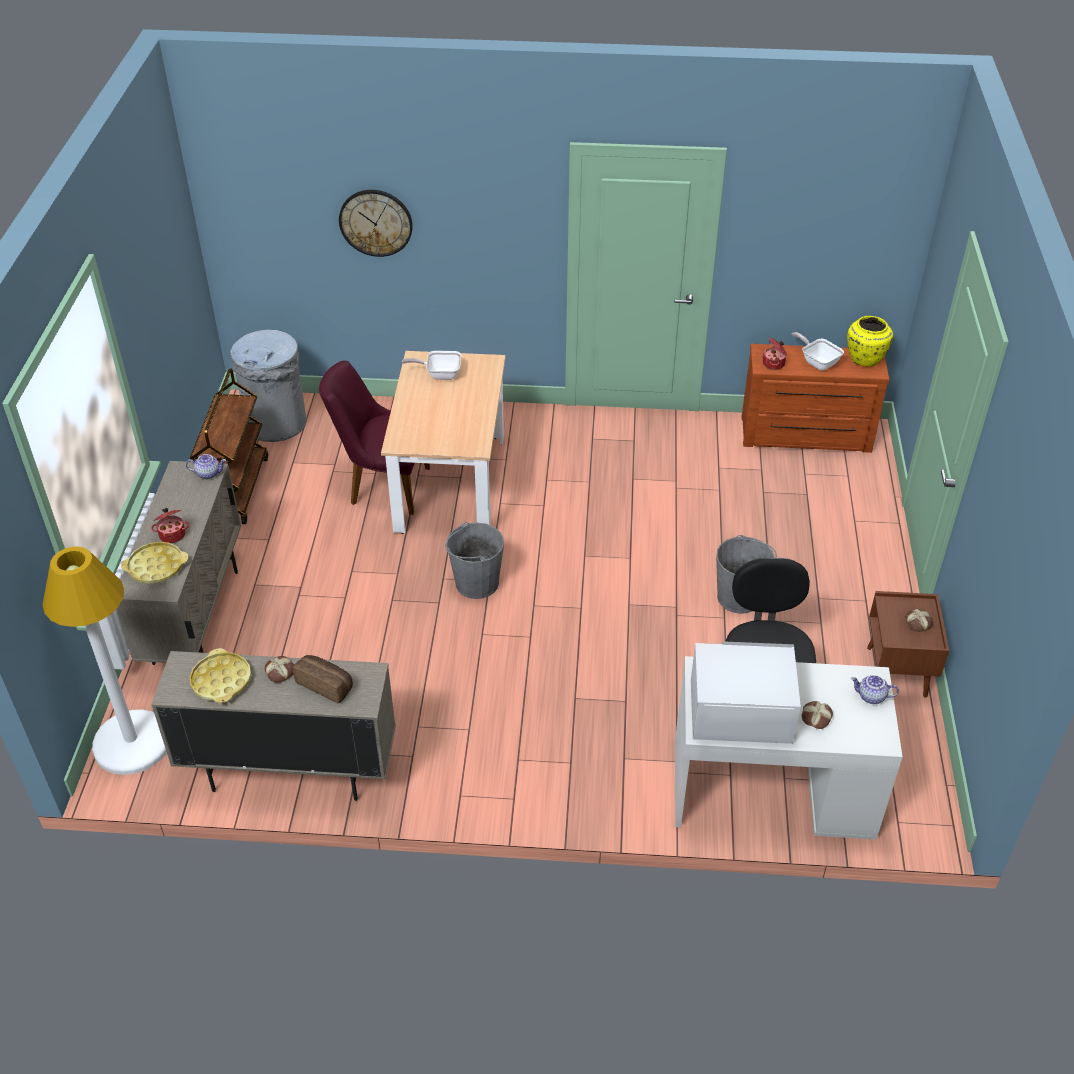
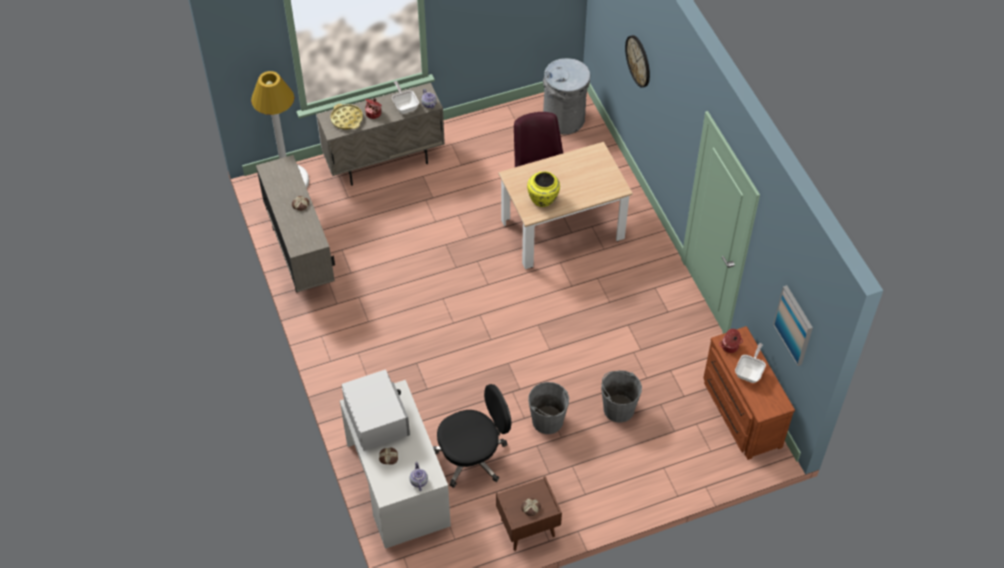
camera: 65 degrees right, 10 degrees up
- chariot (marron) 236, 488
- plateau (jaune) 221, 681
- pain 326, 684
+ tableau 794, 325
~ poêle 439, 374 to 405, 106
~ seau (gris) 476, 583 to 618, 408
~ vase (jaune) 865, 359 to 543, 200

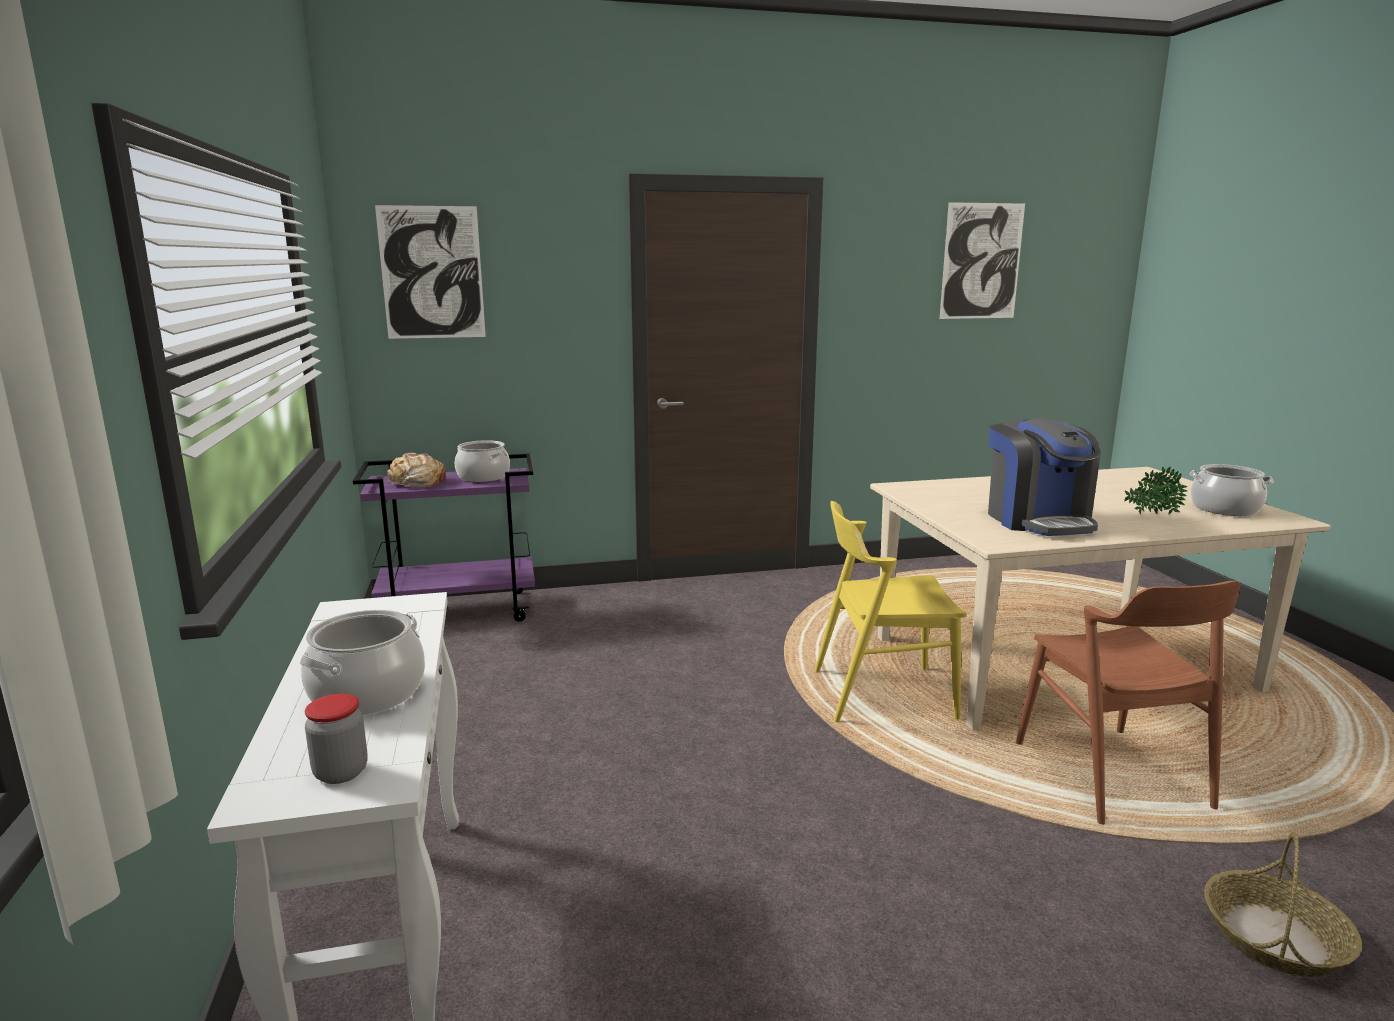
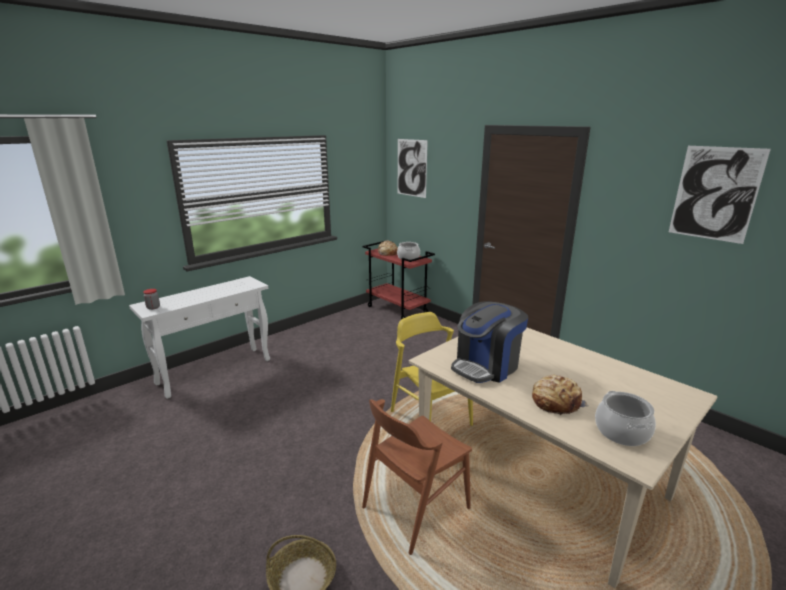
camera: 60 degrees right, 5 degrees up
- marmite 367, 693
~ plante en pot 1151, 515 to pain 555, 401
~ chariot (violet) 460, 611 to chariot (rouge) 398, 309

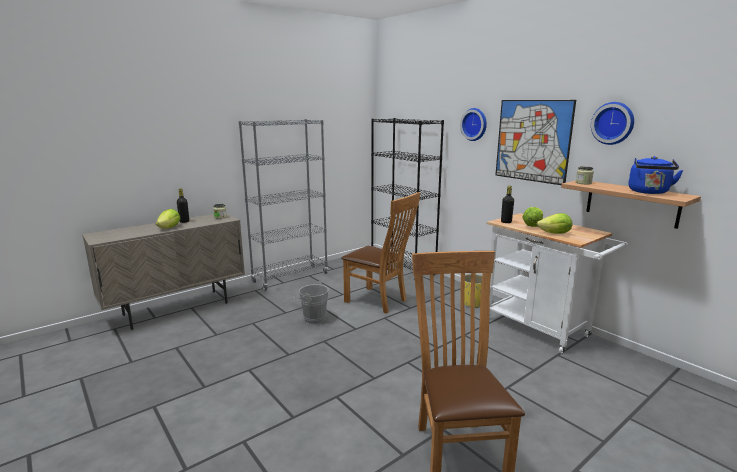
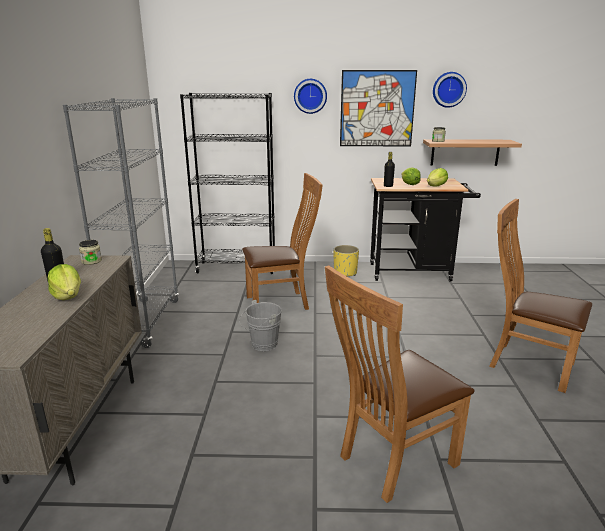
camera: 50 degrees left, 5 degrees up
- bouilloire (bleu) 649, 192
+ chaise (marron) 391, 461
~ chariot (blanc) 541, 329 to chariot (noir) 415, 272

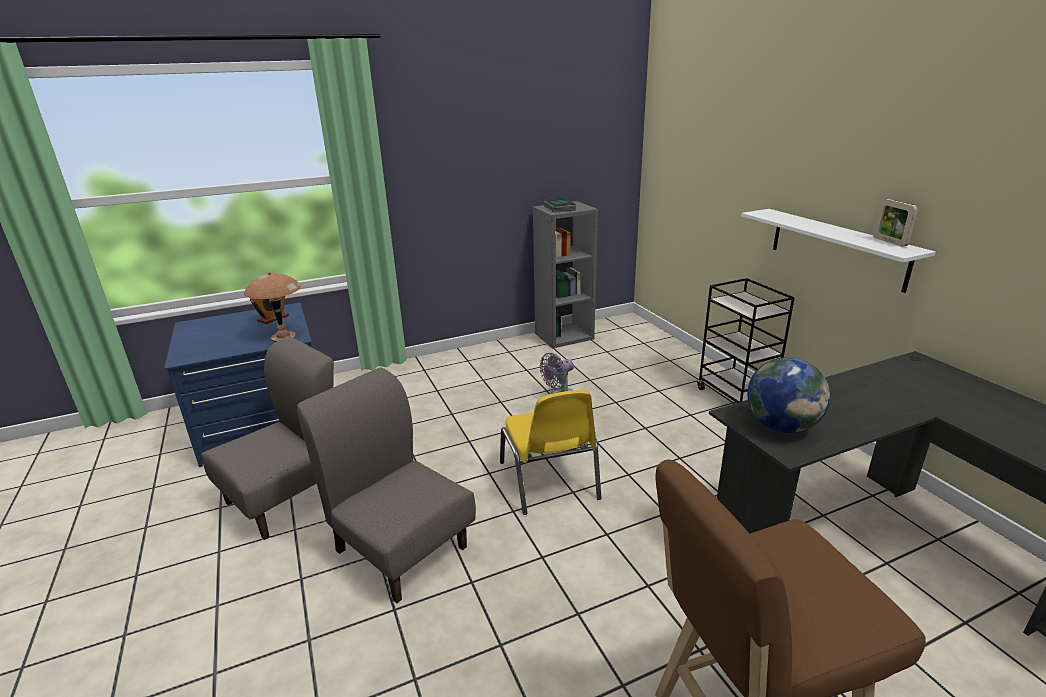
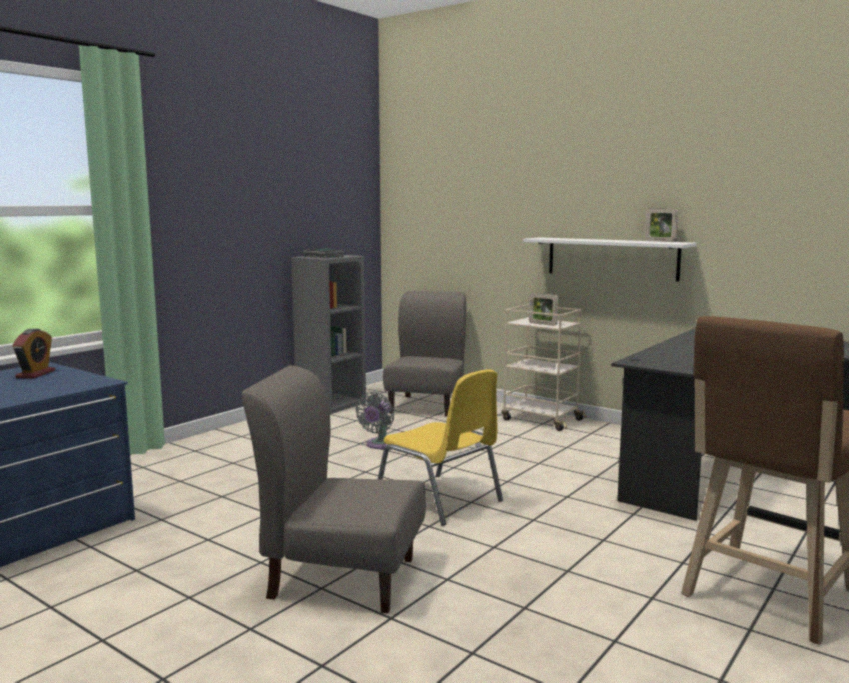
camera: 30 degrees left, 15 degrees down
- lampe de table (marron) 282, 337
- globe 781, 426
+ cadre photo 542, 324
~ chaise (gris) 288, 497 to 427, 405
~ chariot (noir) 735, 397 to chariot (beige) 541, 420

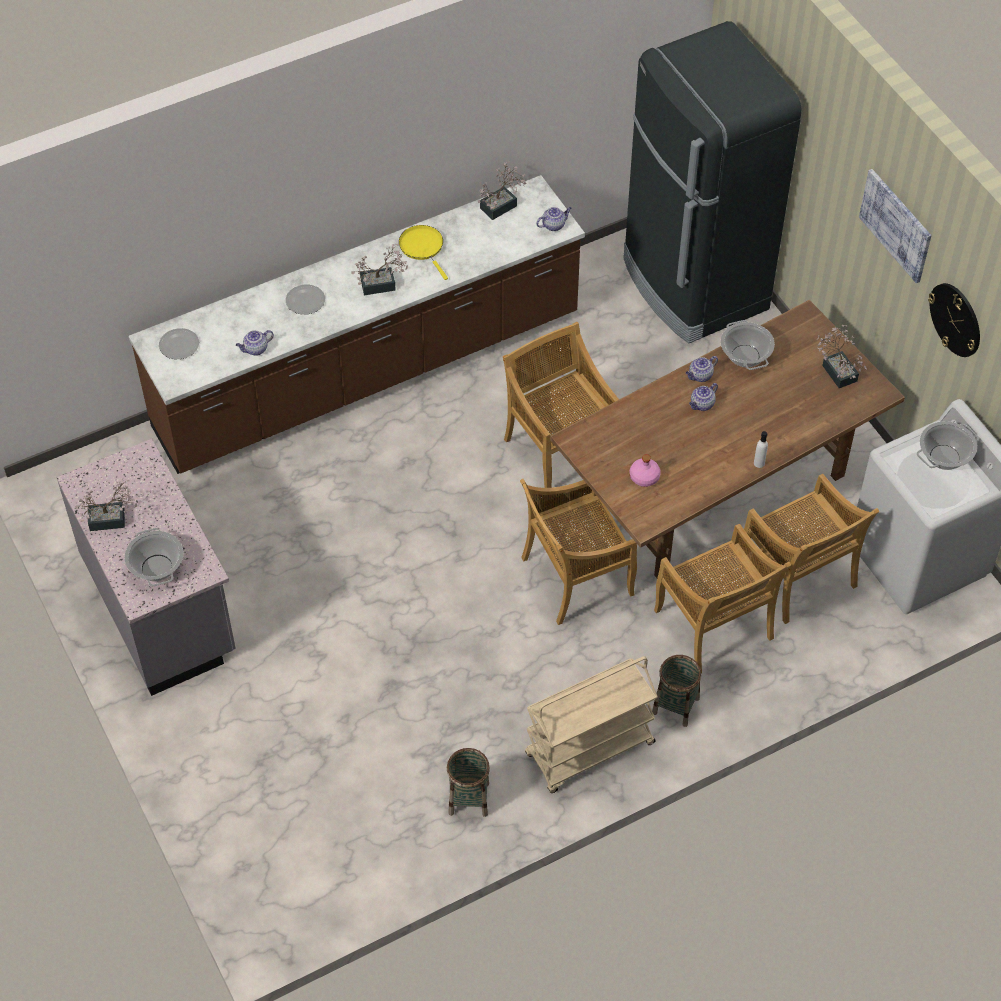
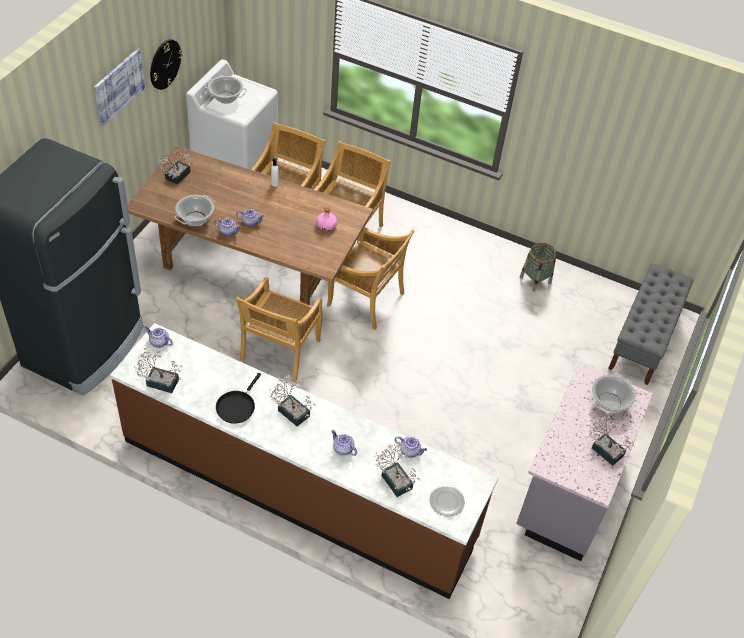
camera: 130 degrees left, 5 degrees down
- chariot (beige) 589, 750
- panier 675, 705
+ plante en pot 395, 479
+ banc (gris) 643, 339
~ assiette 305, 300 to théière 343, 449
~ poêle (jaune) 423, 247 to poêle (noir) 237, 406

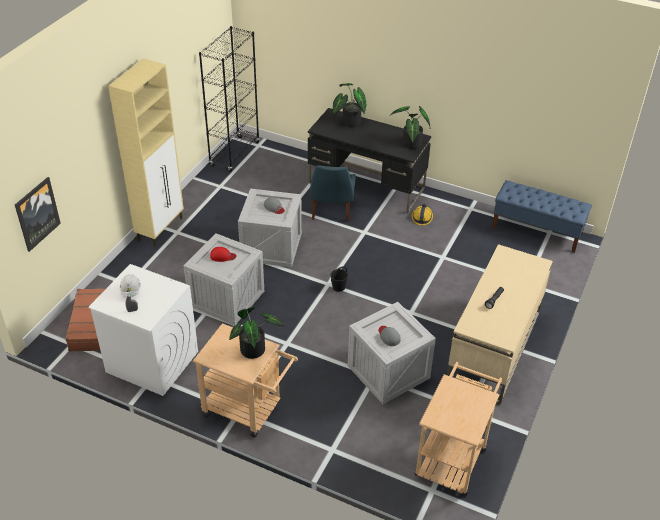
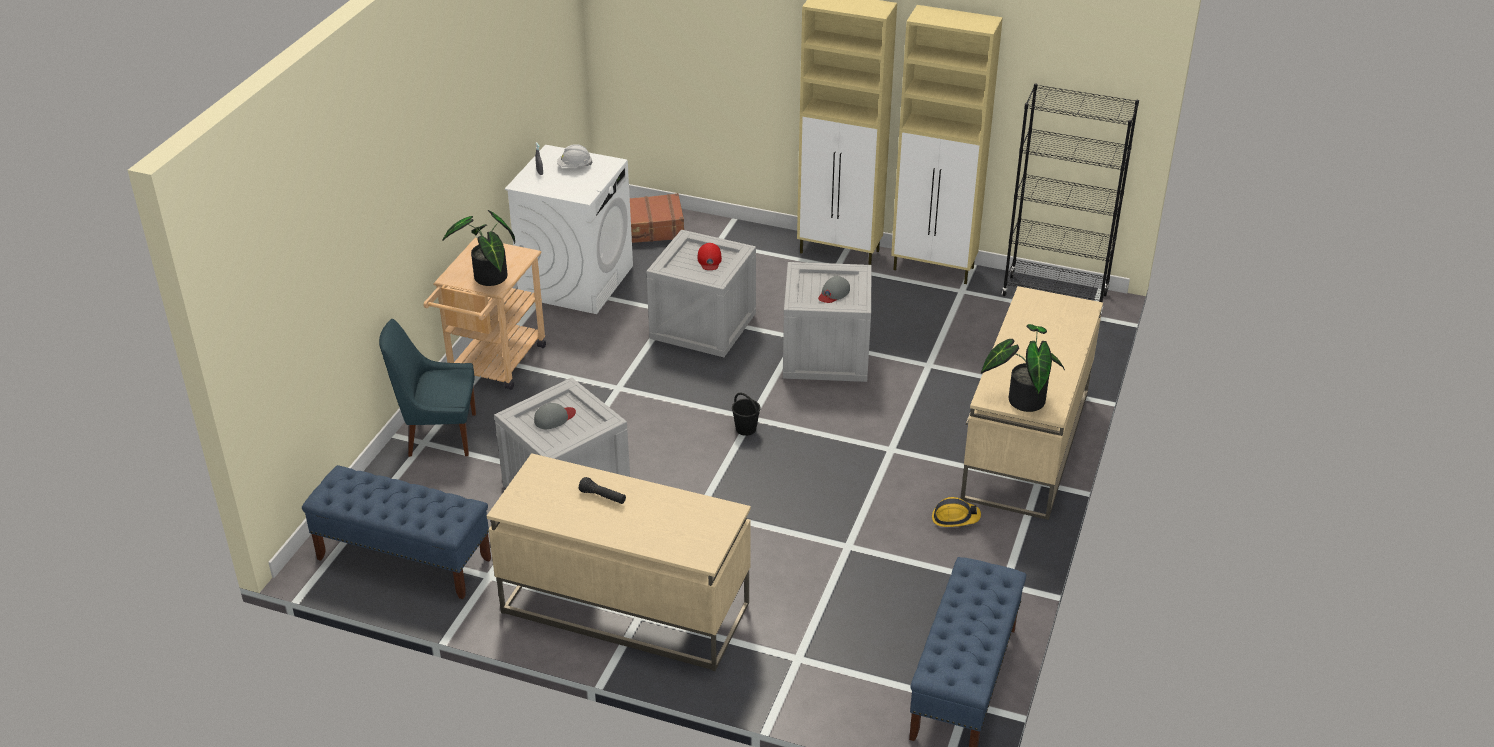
camera: 85 degrees right, 5 degrees down
- tableau 37, 213
- plante en pot 349, 122
+ meuble de rangement (beige) 934, 269
~ chaise (bleu) 331, 211 to 438, 435
~ chariot (beige) 453, 456 to banc (bleu) 403, 559
~ bureau (noir) 367, 185 to bureau (beige) 1026, 446

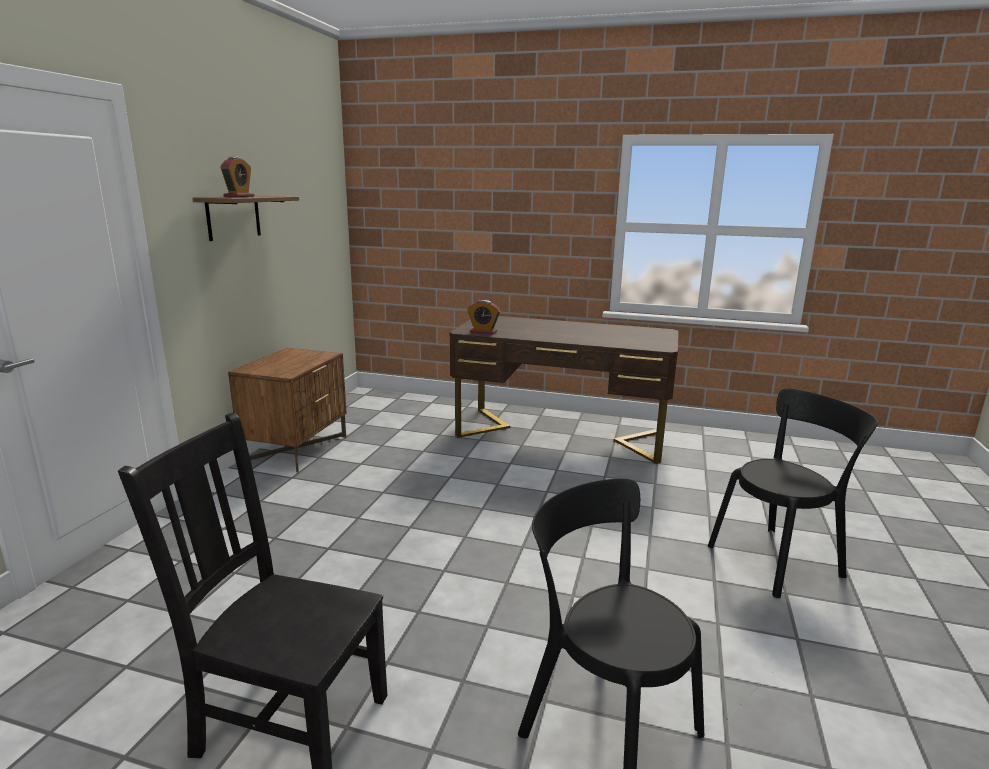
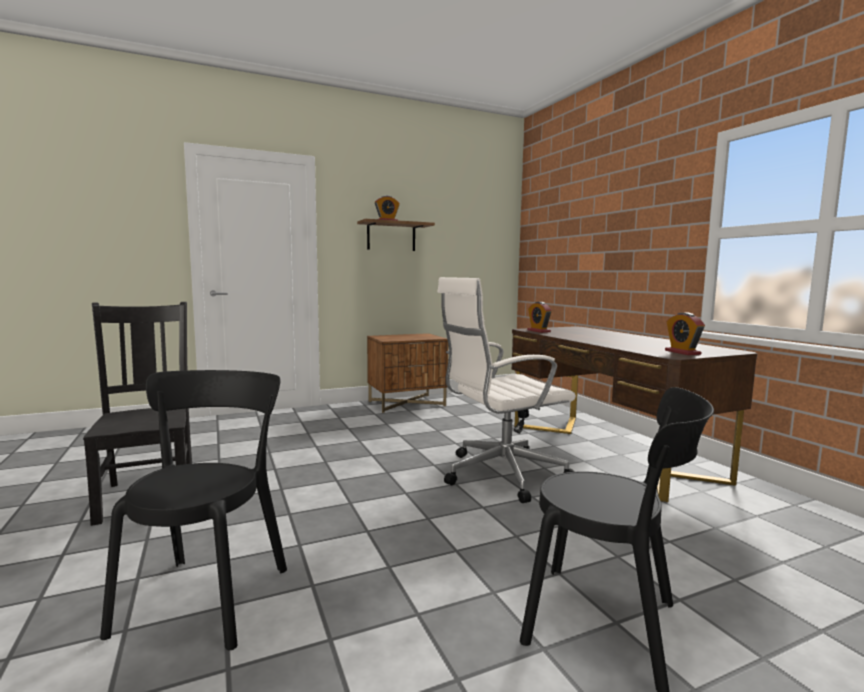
camera: 50 degrees right, 10 degrees down
+ chaise de bureau (blanc) 500, 474
+ réveil 682, 352

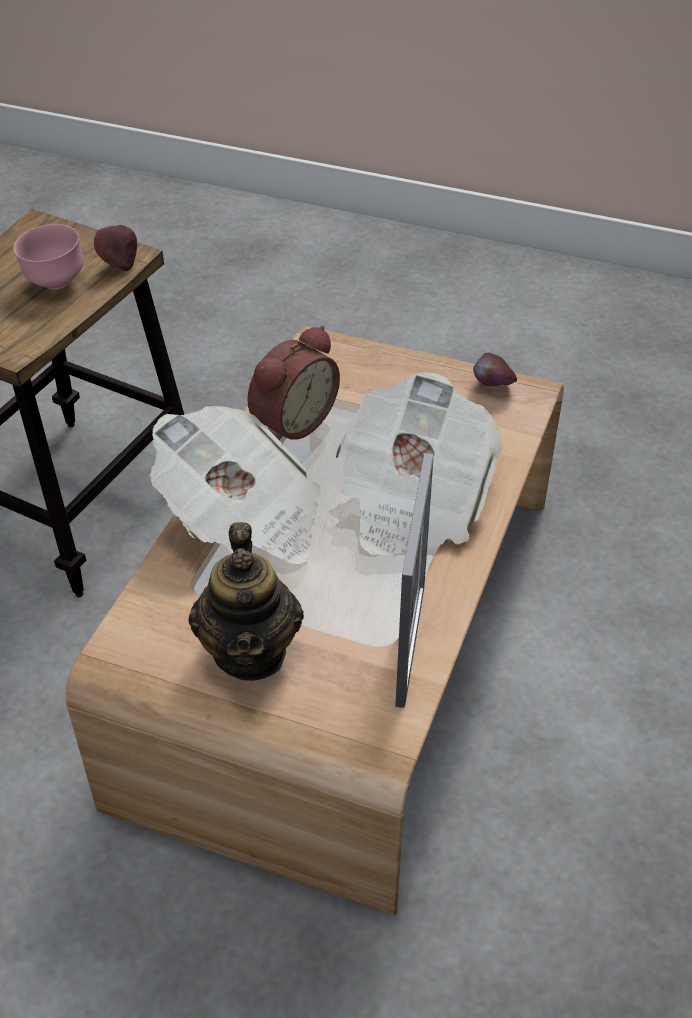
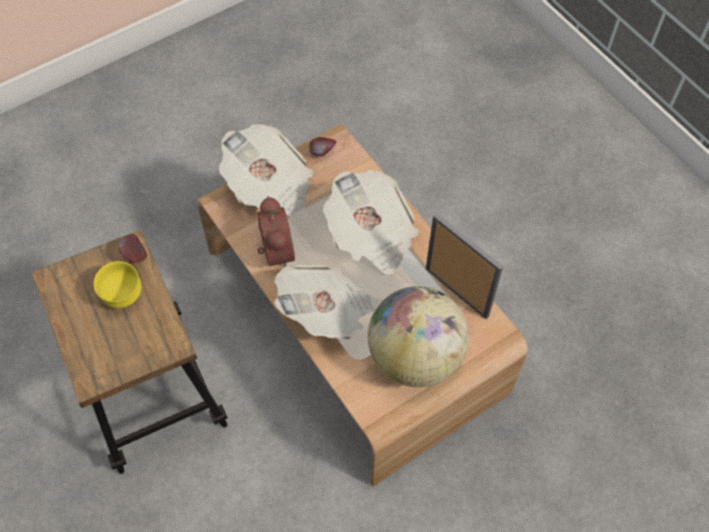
camera: 55 degrees left, 15 degrees up
+ journal 269, 187
~ théière 250, 651 to globe 415, 357
~ bol (rose) 55, 283 to bol (jaune) 123, 297

